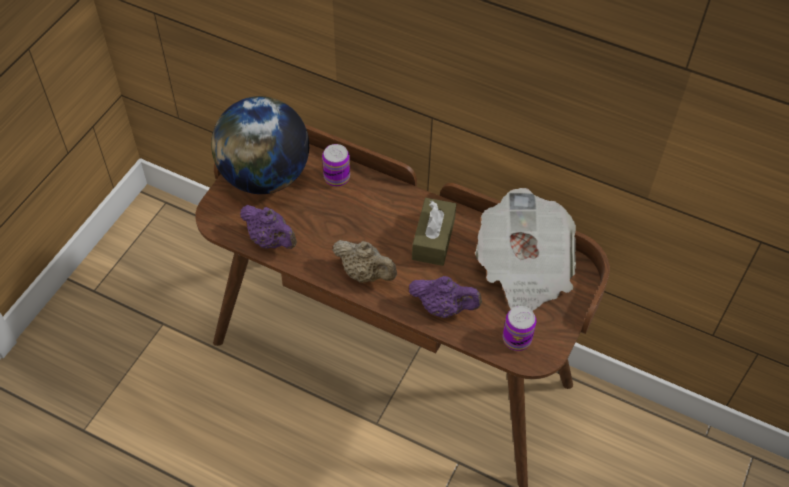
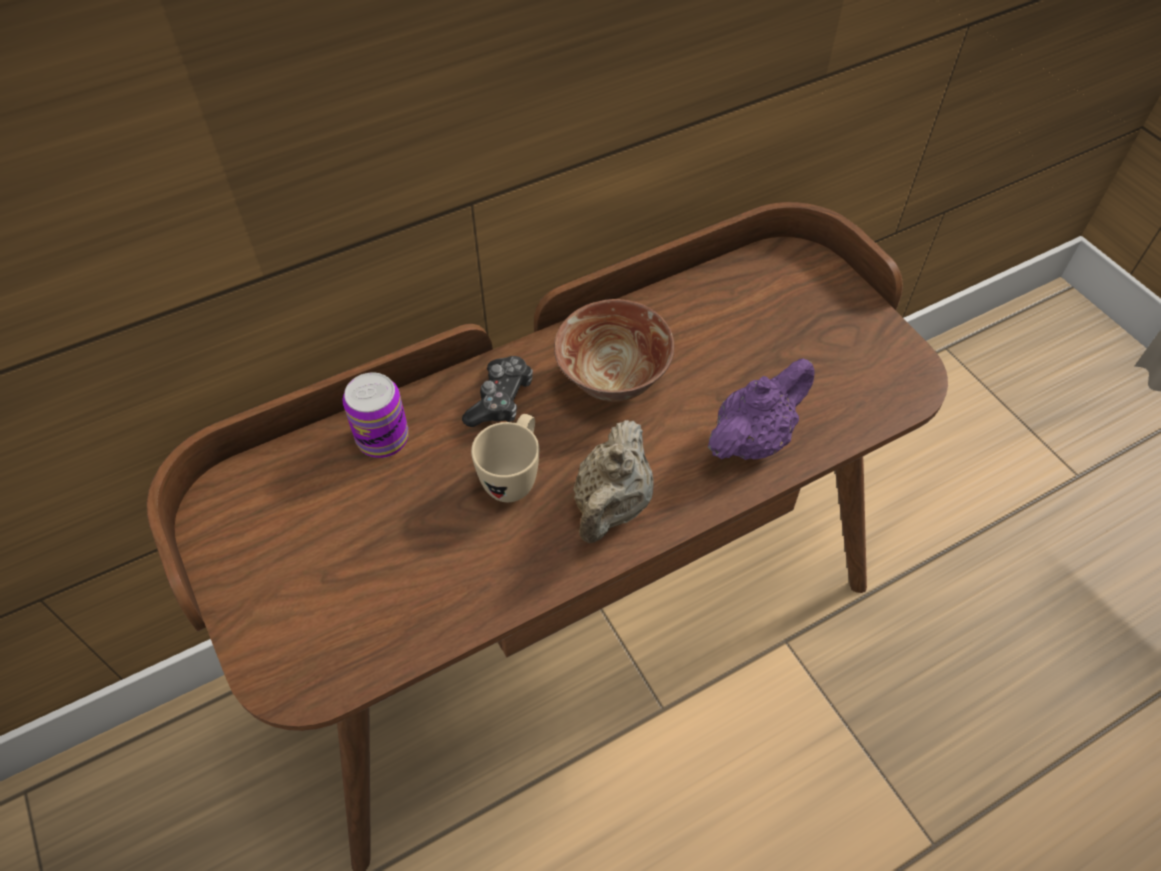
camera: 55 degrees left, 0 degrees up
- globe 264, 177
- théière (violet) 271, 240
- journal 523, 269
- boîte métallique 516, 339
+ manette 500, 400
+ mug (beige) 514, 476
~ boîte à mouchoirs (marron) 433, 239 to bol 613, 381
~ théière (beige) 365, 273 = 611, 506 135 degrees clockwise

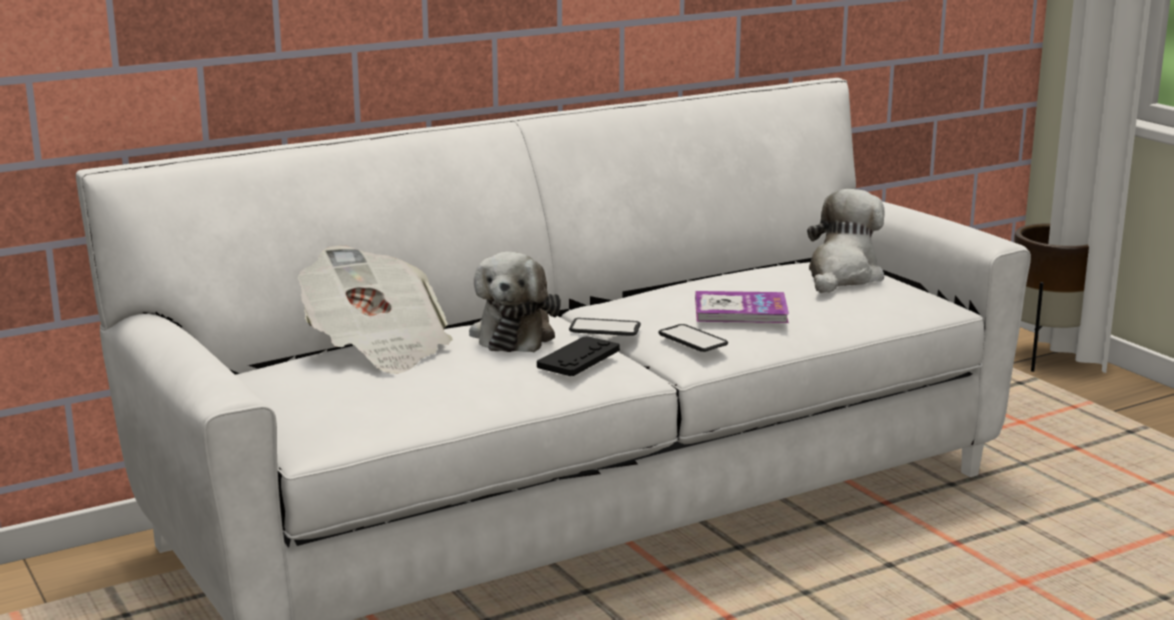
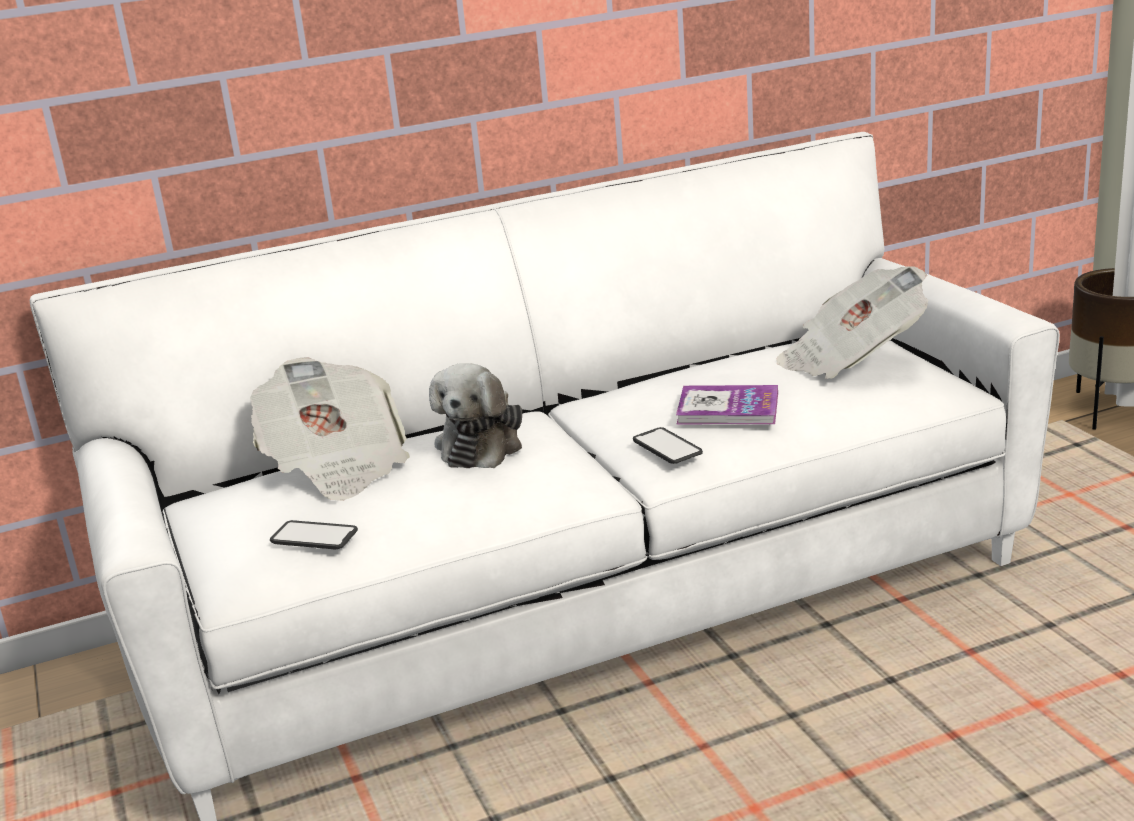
camera: 10 degrees right, 5 degrees up
- manette (noir) 578, 358
~ téléphone 605, 328 to 314, 536
~ peluche 842, 276 to journal 851, 359

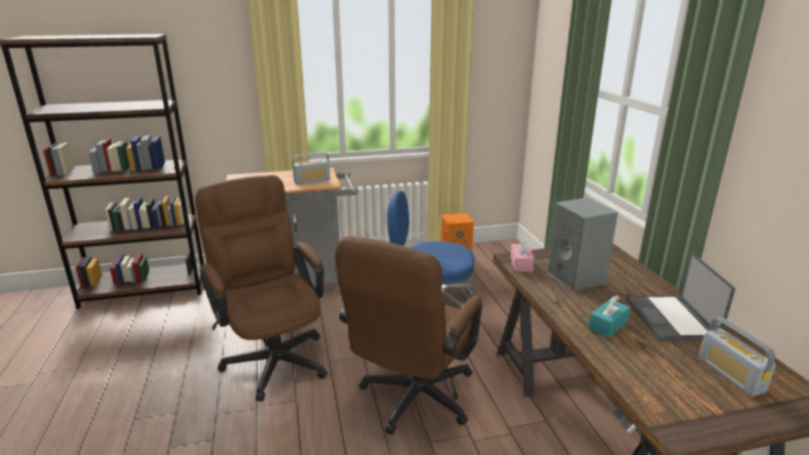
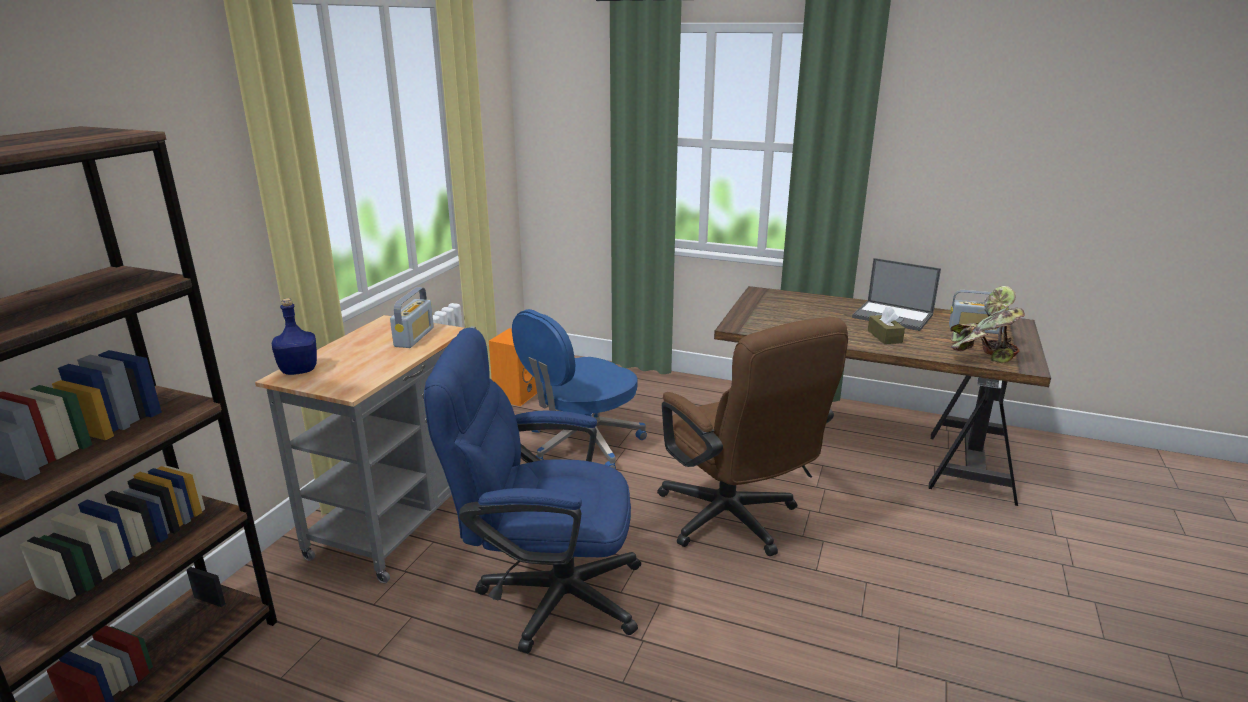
camera: 55 degrees left, 0 degrees up
- boîte à mouchoirs (rose) 521, 264
- enceinte (gris) 577, 278
+ bouteille (bleu) 299, 370
+ plante en pot 980, 354
~ chaise de bureau (marron) 273, 355 to chaise de bureau (bleu) 545, 593
~ boîte à mouchoirs (turquoise) 607, 325 to boîte à mouchoirs (marron) 884, 336

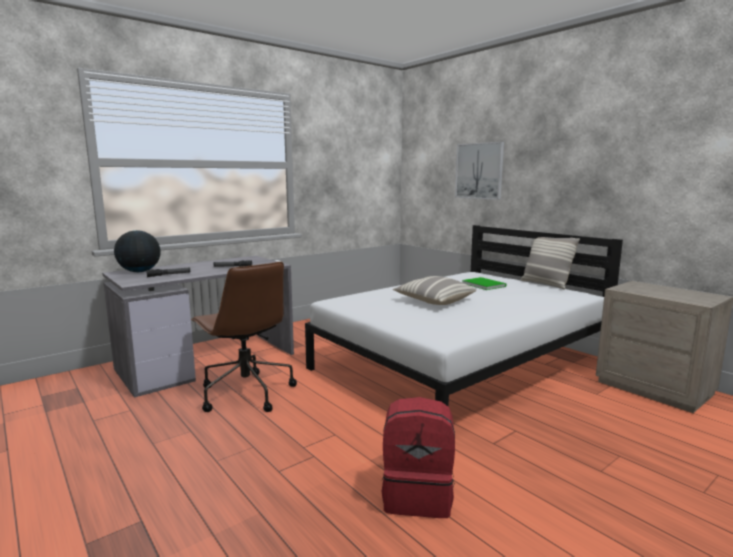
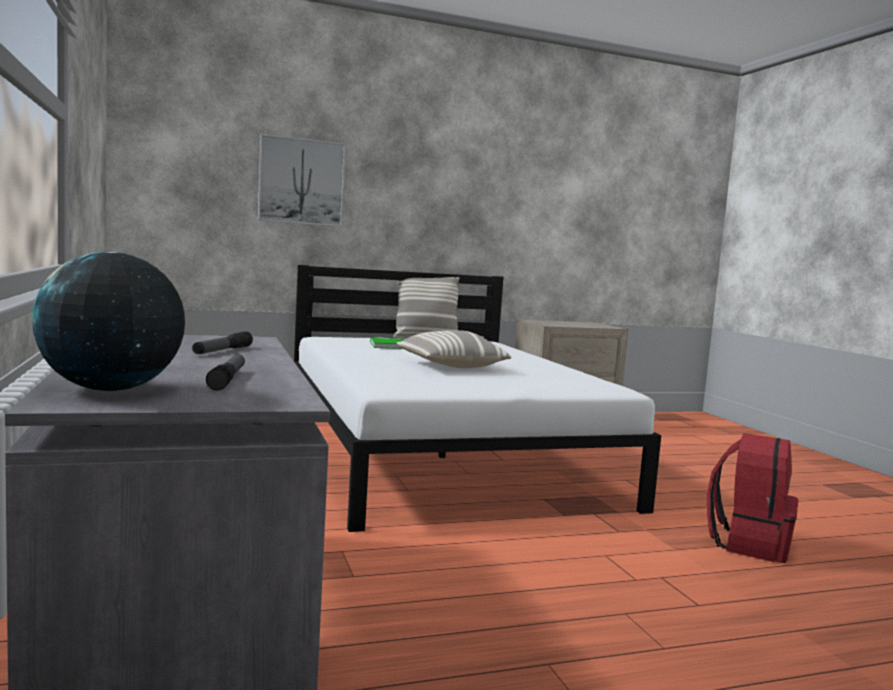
camera: 70 degrees left, 5 degrees down
- chaise de bureau (marron) 245, 393

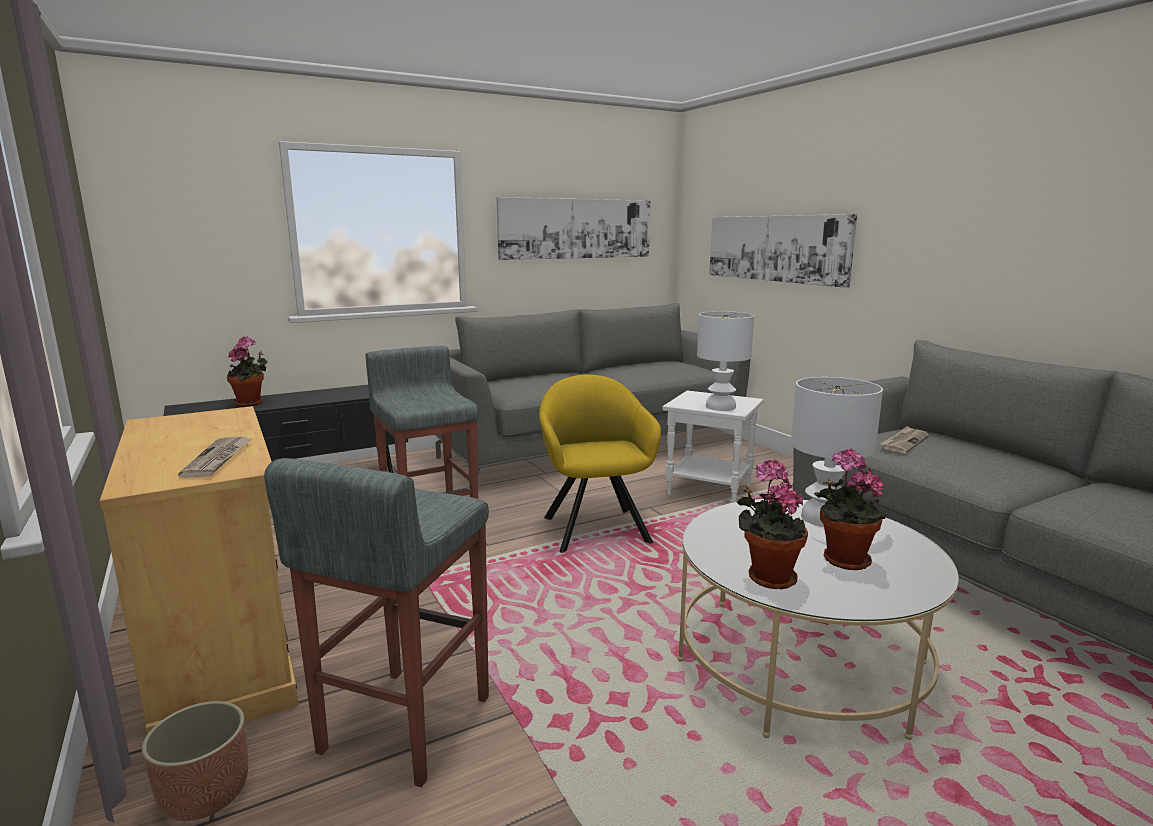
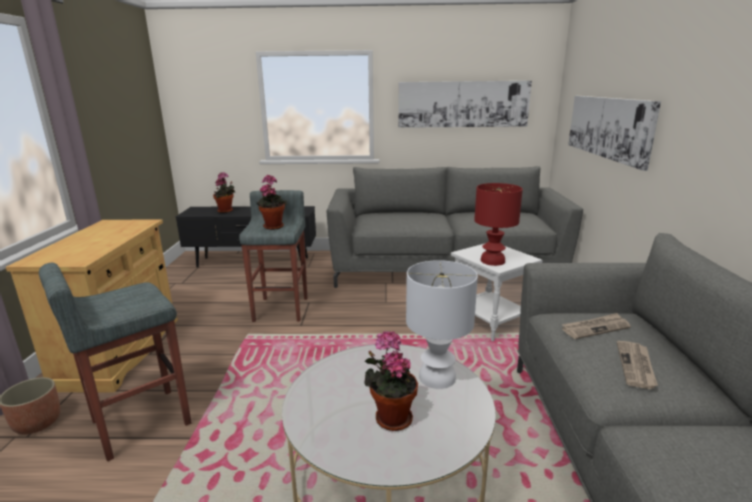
camera: 30 degrees right, 5 degrees up
- fauteuil (jaune) 595, 526
~ journal 218, 459 to 636, 366
~ plante en pot 767, 577 to 273, 226
~ lampe de table (blanc) 720, 406 to lampe de table (rouge) 493, 261

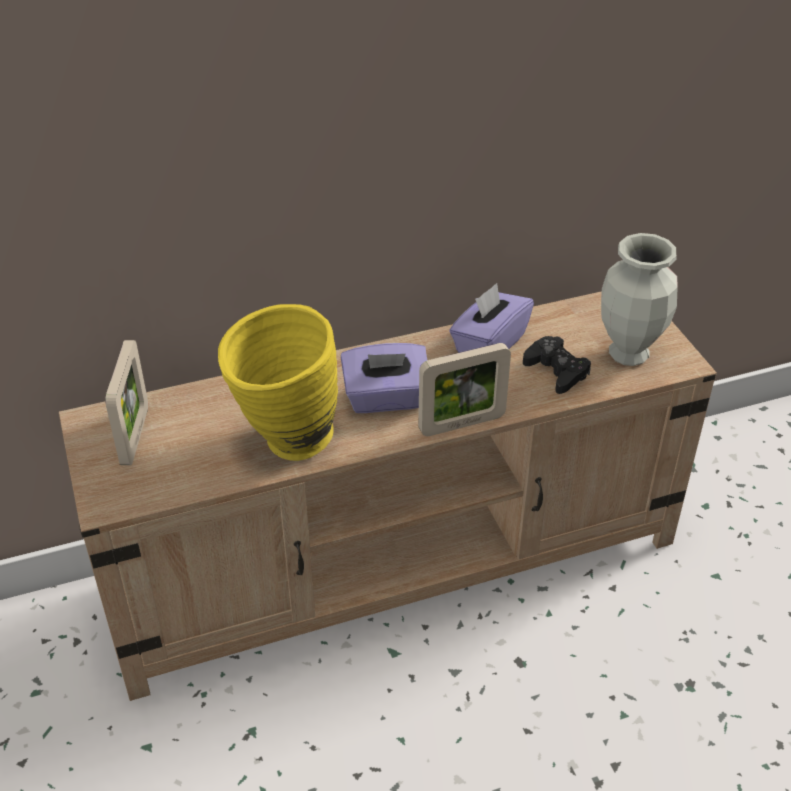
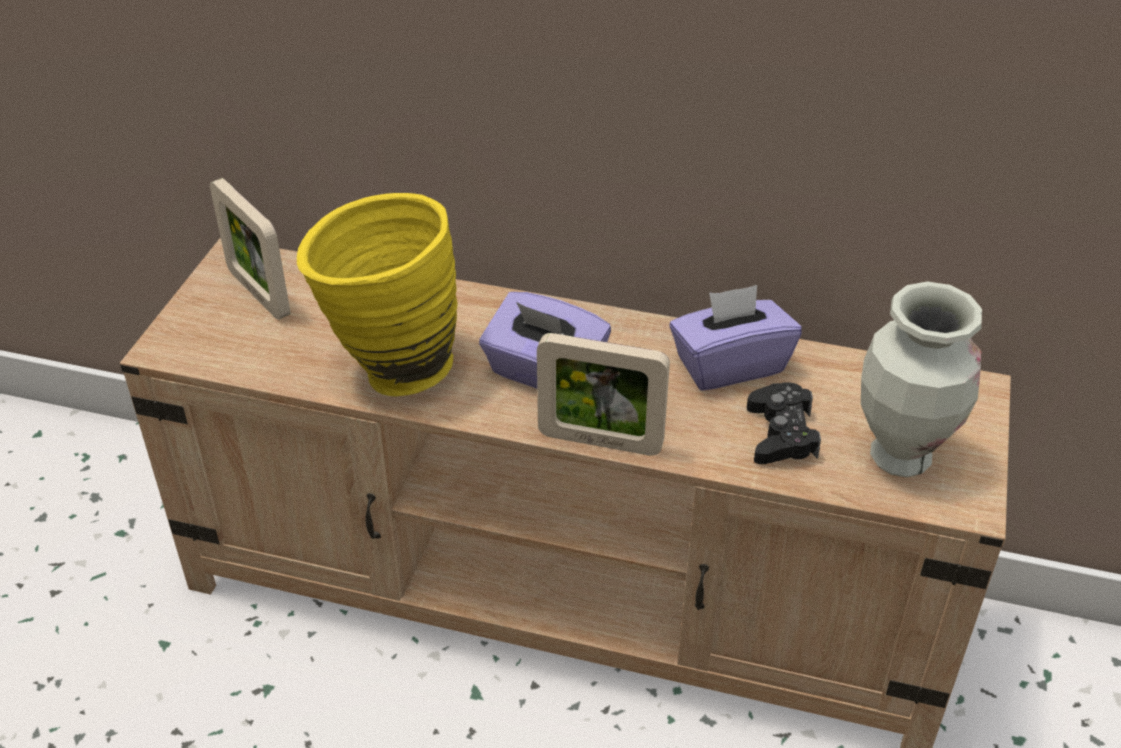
camera: 35 degrees right, 0 degrees up
~ cadre photo 135, 436 = 258, 293 105 degrees clockwise

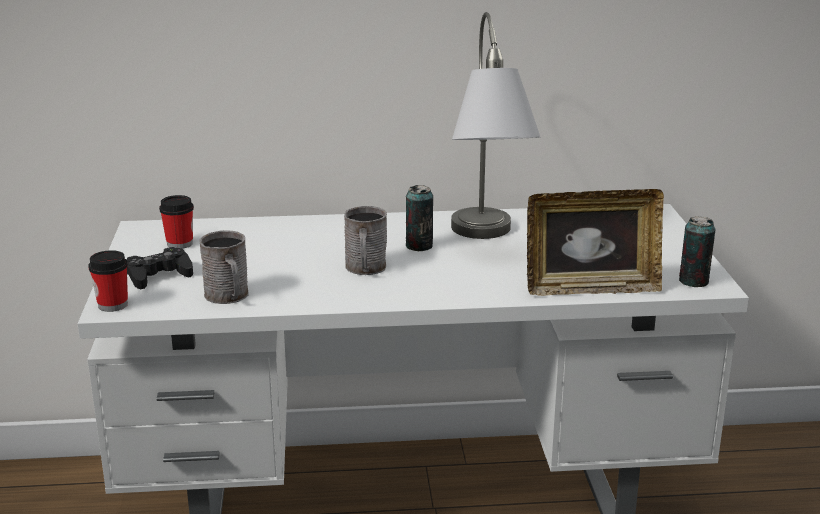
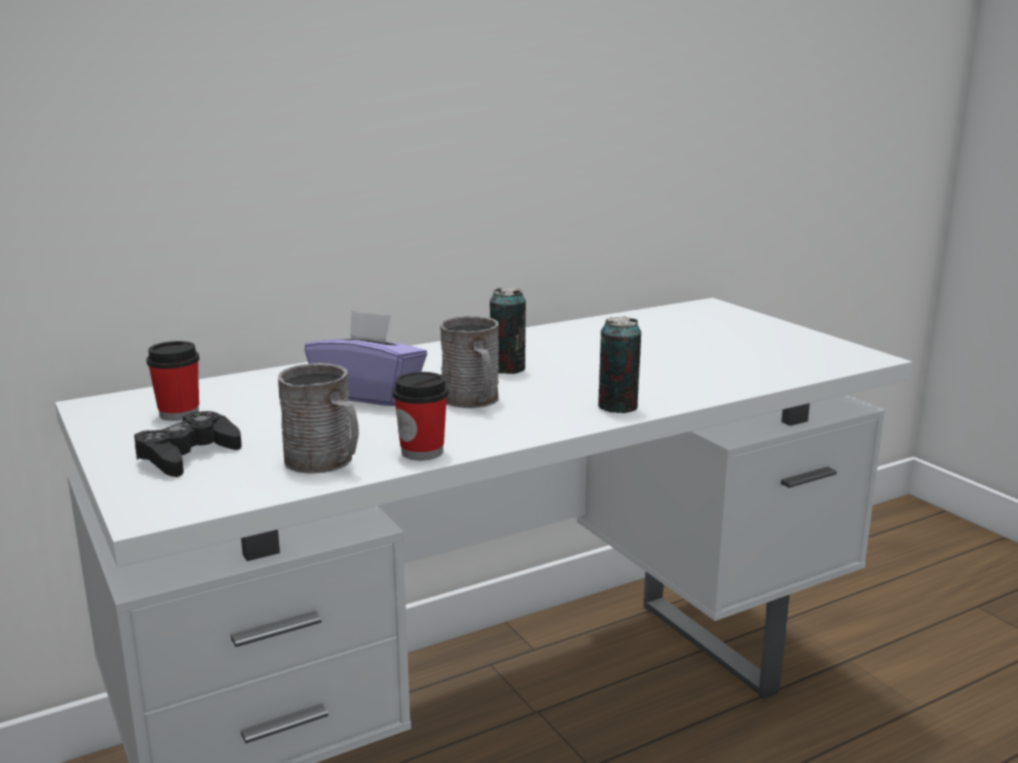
camera: 25 degrees left, 5 degrees down
- lampe de table (gris) 486, 243
- cadre photo 591, 288
+ boîte à mouchoirs (violet) 369, 394
~ tasse 113, 305 to 422, 452
~ boîte métallique 693, 281 to 617, 407

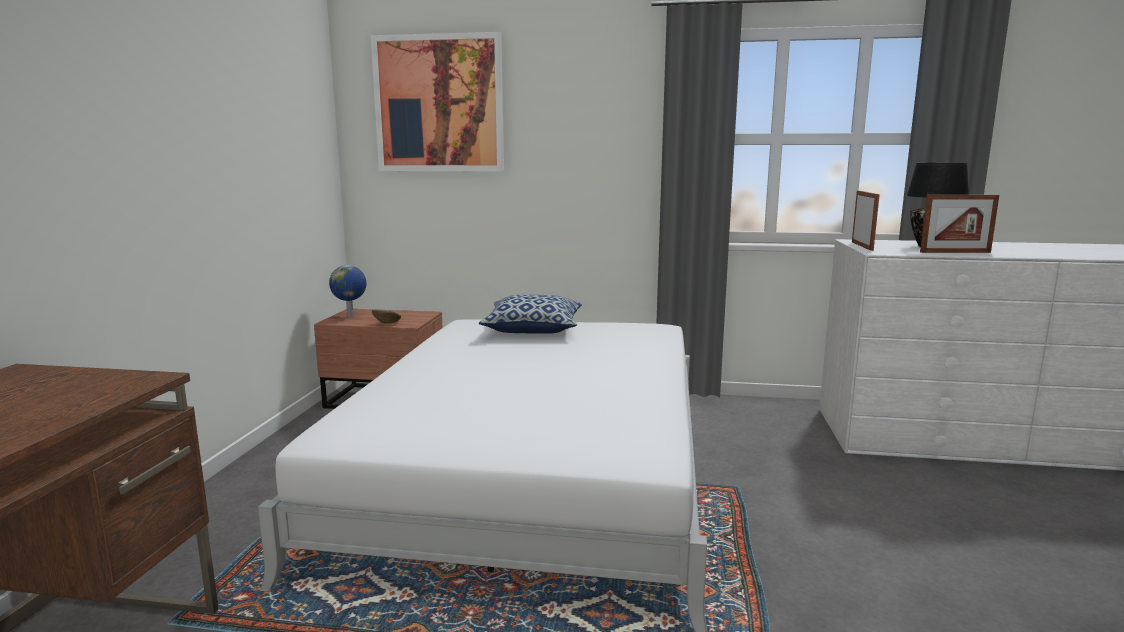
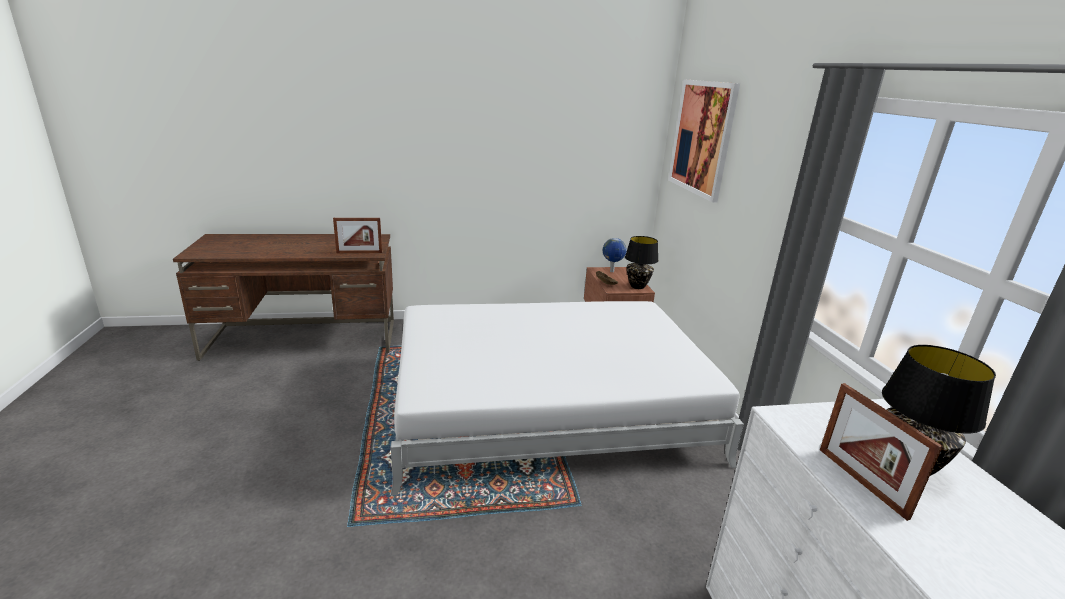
camera: 70 degrees right, 10 degrees up
- coussin 533, 330
+ lampe de table (noir) 637, 287
~ cadre photo 862, 246 to 359, 252

